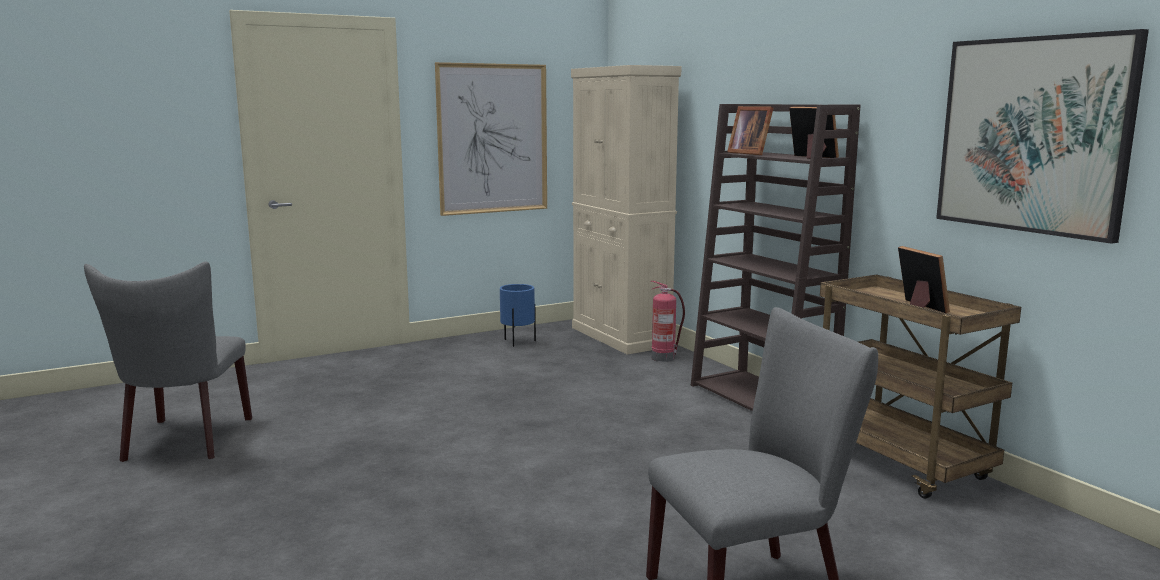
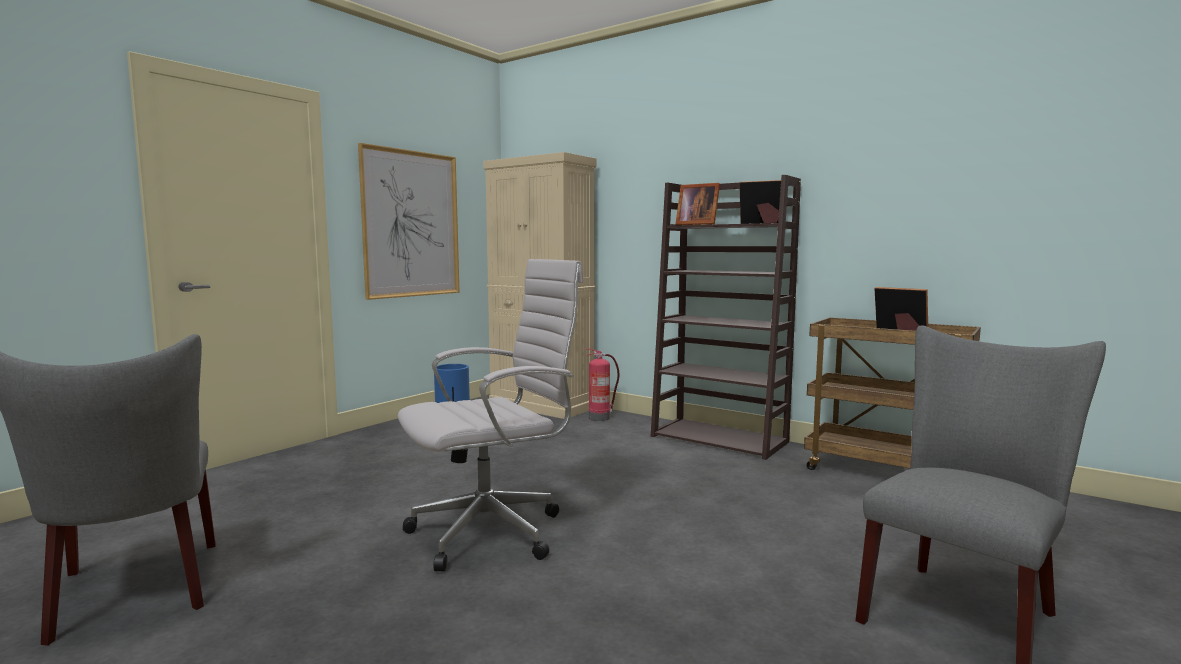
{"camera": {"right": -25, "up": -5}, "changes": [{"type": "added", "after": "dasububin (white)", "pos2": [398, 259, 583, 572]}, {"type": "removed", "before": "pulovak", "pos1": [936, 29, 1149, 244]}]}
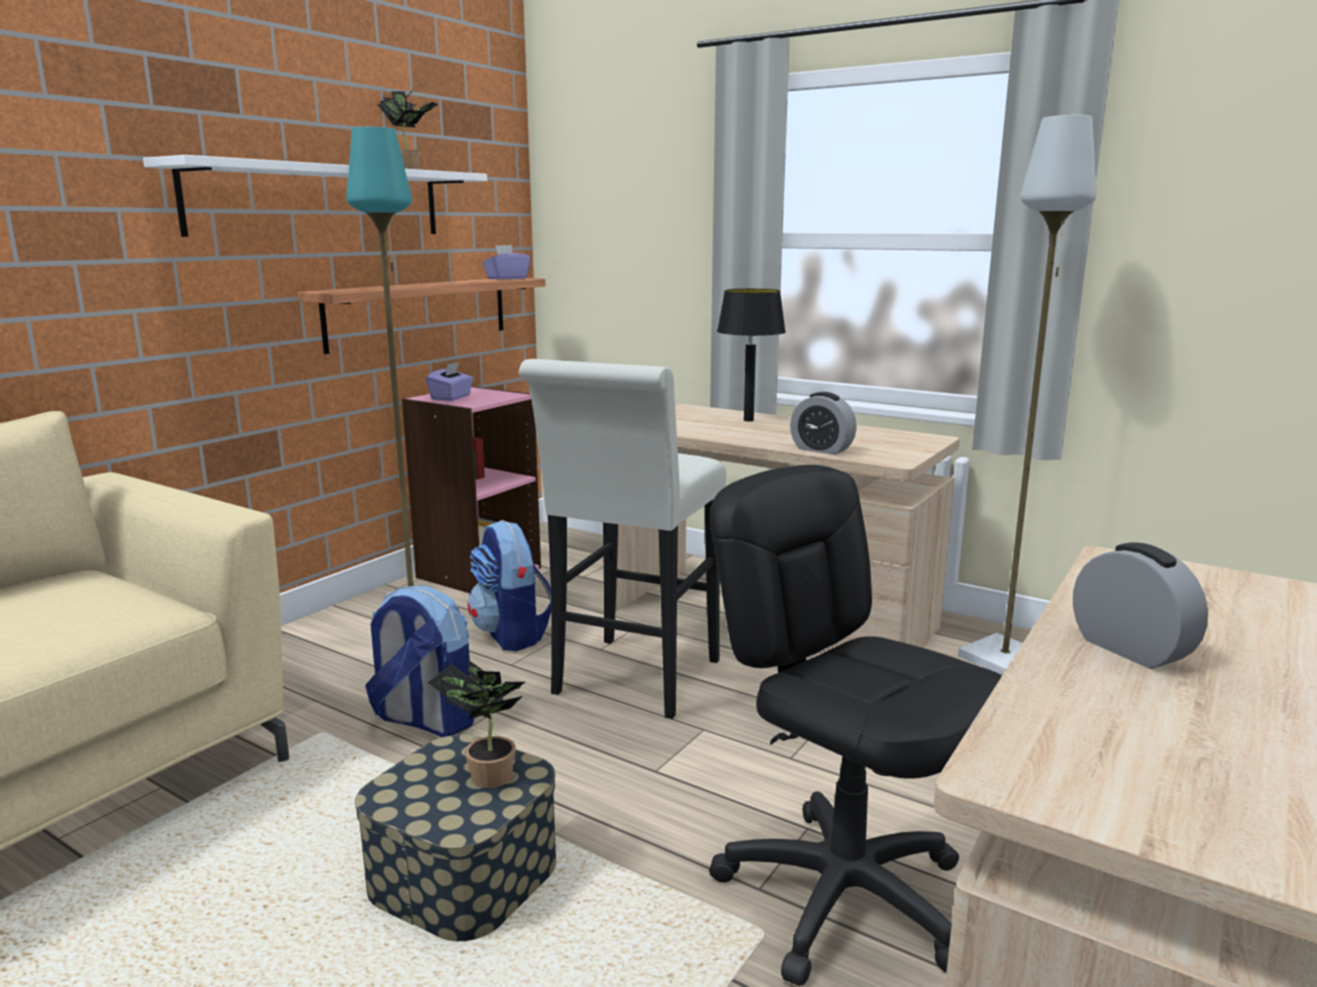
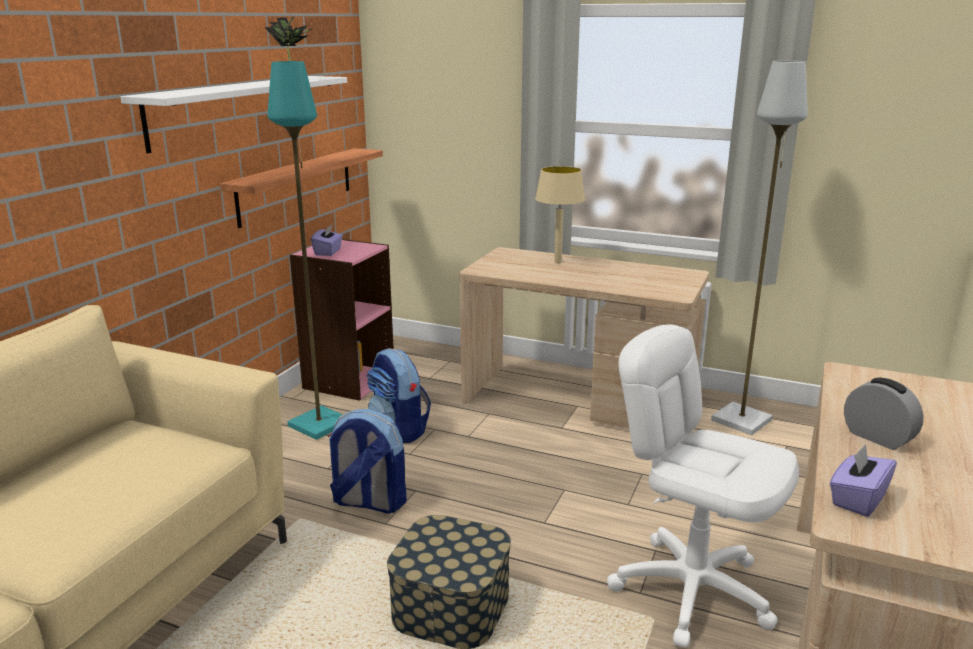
{"camera": {"right": -10, "up": 5}, "changes": [{"type": "recoloured", "before": "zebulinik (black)", "after": "zebulinik (beige)", "pos1": [717, 289, 786, 422], "pos2": [535, 166, 585, 263]}, {"type": "recoloured", "before": "dasububin (black)", "after": "dasububin (white)", "pos1": [709, 465, 1002, 986], "pos2": [607, 324, 799, 648]}, {"type": "moved", "before": "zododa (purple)", "pos1": [482, 245, 530, 280], "pos2": [830, 444, 897, 517]}, {"type": "removed", "before": "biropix", "pos1": [428, 660, 525, 788]}, {"type": "removed", "before": "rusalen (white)", "pos1": [519, 359, 726, 719]}, {"type": "removed", "before": "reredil", "pos1": [790, 392, 857, 455]}]}
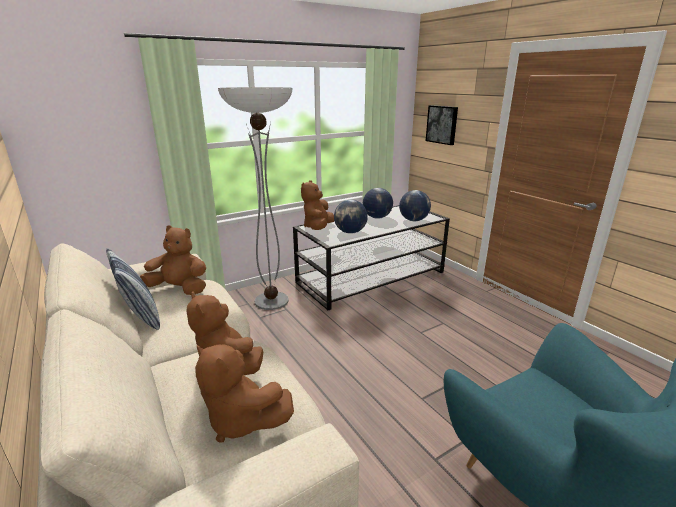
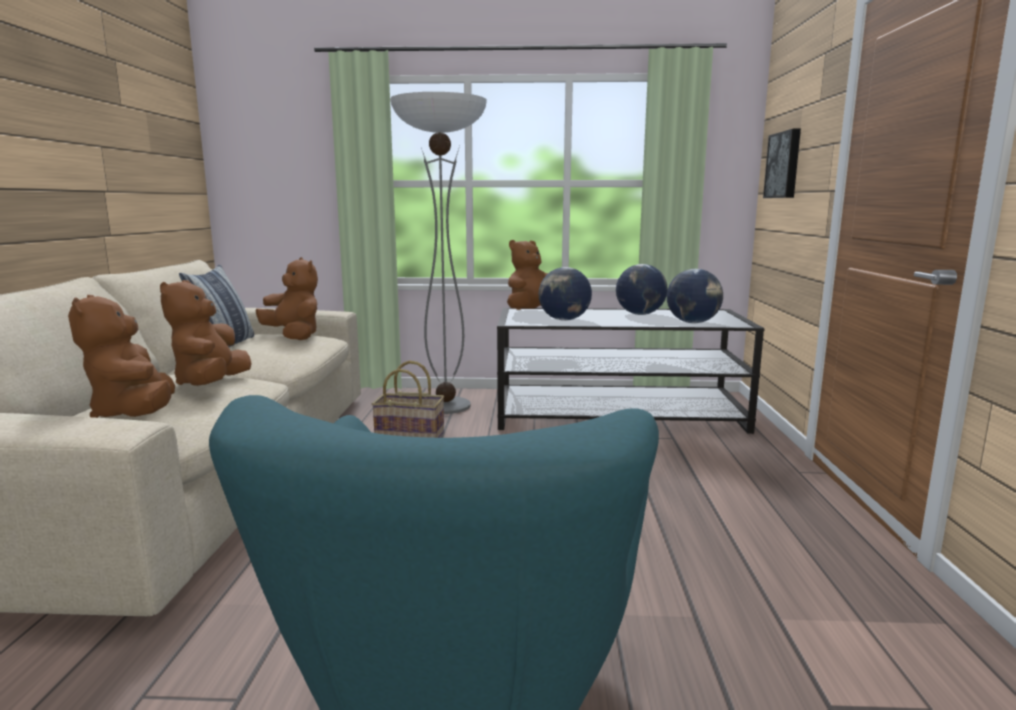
{"camera": {"right": 35, "up": -10}, "changes": [{"type": "added", "after": "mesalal", "pos2": [372, 360, 444, 438]}]}
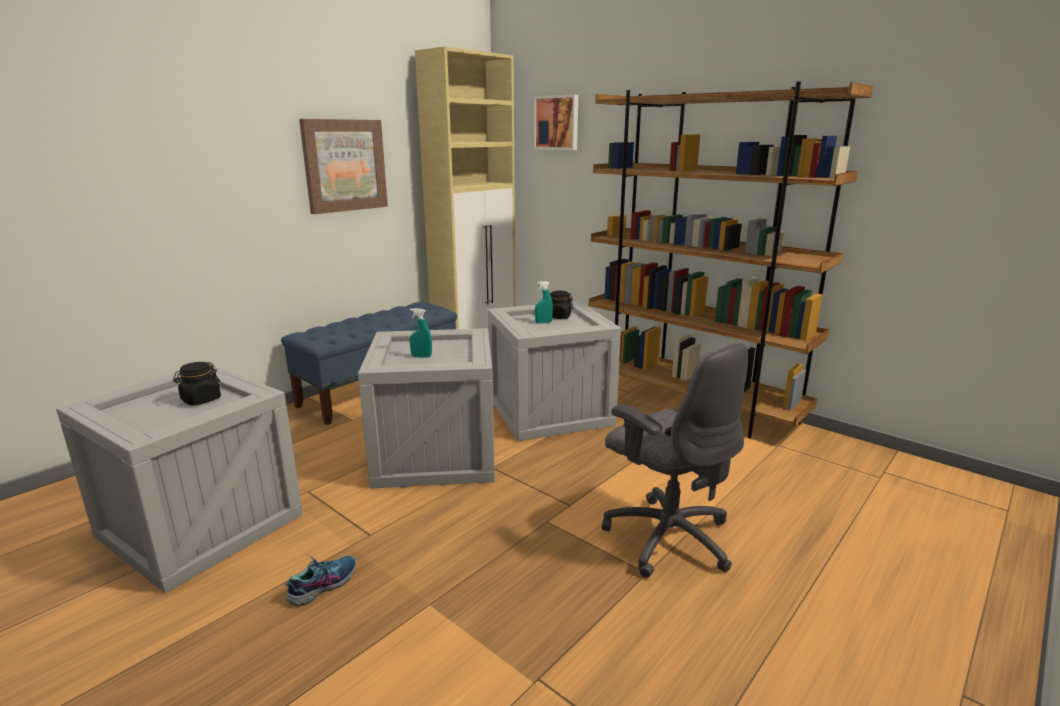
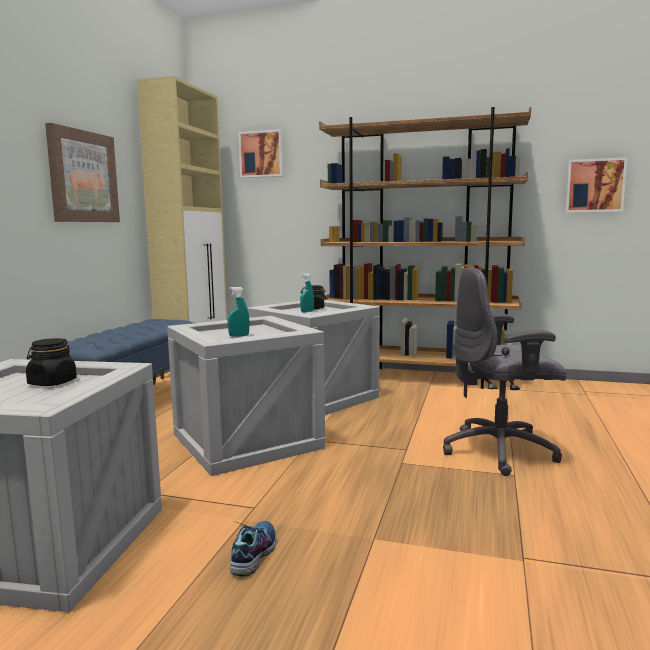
{"camera": {"right": -25, "up": -10}, "changes": [{"type": "turned", "before": "dasububin (grey)", "pos1": [602, 342, 748, 578], "pos2": [443, 267, 566, 476], "turn": 150}, {"type": "added", "after": "pulovak", "pos2": [565, 157, 627, 213]}]}
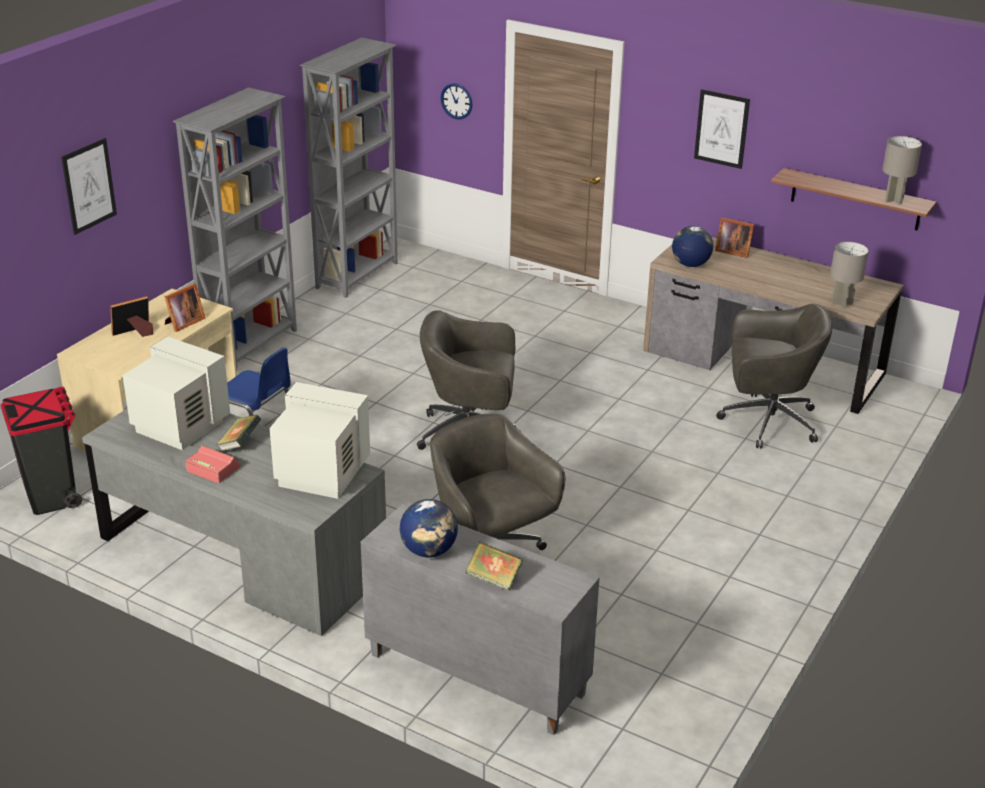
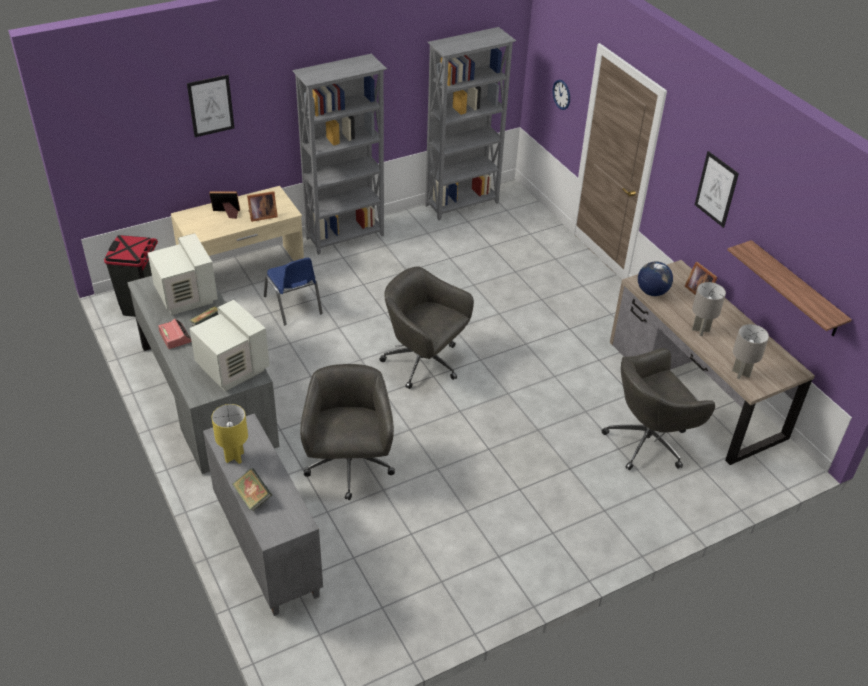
{"camera": {"right": 30, "up": 10}, "changes": [{"type": "replaced", "before": "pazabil", "after": "zebulinik (yellow)", "pos1": [400, 499, 458, 557], "pos2": [212, 404, 248, 464]}, {"type": "turned", "before": "dasububin (grey)", "pos1": [716, 303, 832, 449], "pos2": [602, 348, 715, 470], "turn": 120}, {"type": "moved", "before": "zebulinik (grey)", "pos1": [882, 136, 922, 205], "pos2": [692, 282, 726, 336]}]}
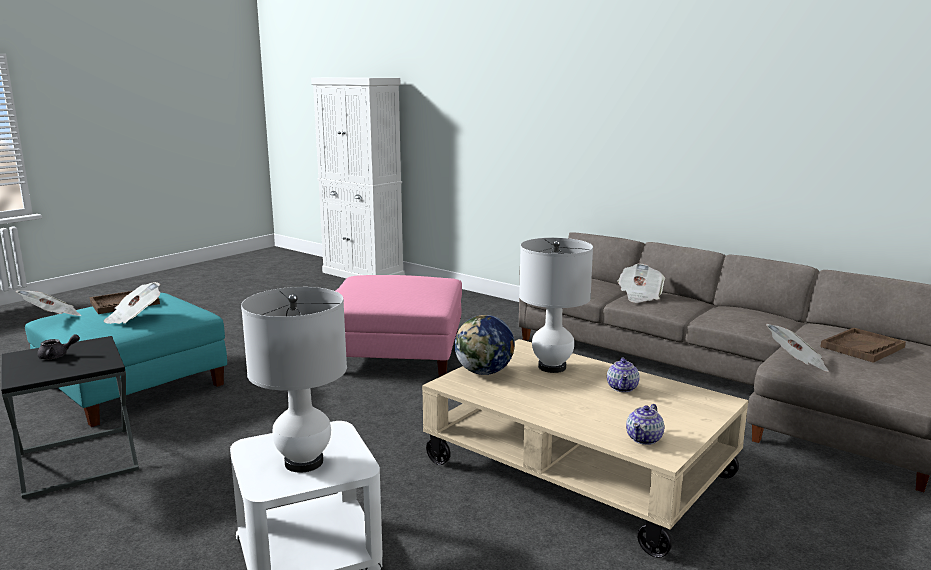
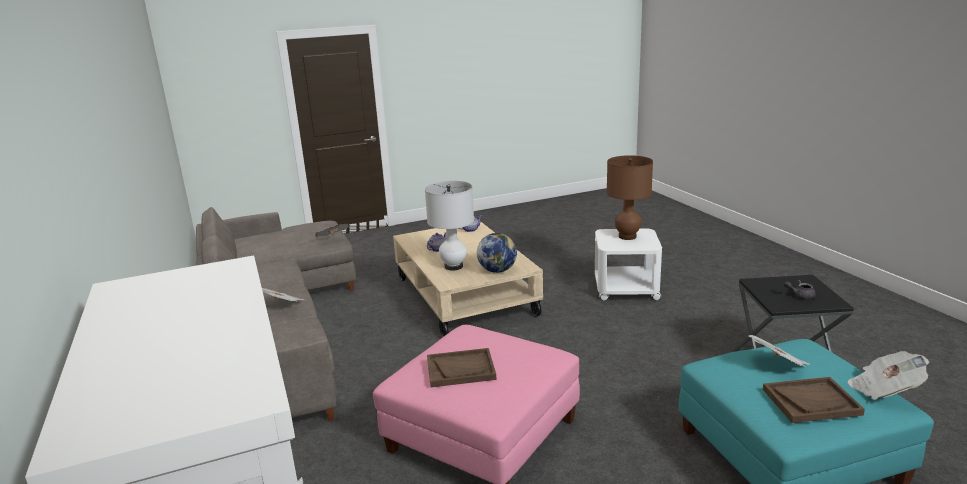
{"camera": {"right": -150, "up": 5}, "changes": [{"type": "moved", "before": "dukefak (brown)", "pos1": [820, 328, 906, 363], "pos2": [427, 348, 497, 387]}, {"type": "recoloured", "before": "zebulinik (white)", "after": "zebulinik (brown)", "pos1": [241, 287, 347, 473], "pos2": [607, 155, 653, 240]}]}
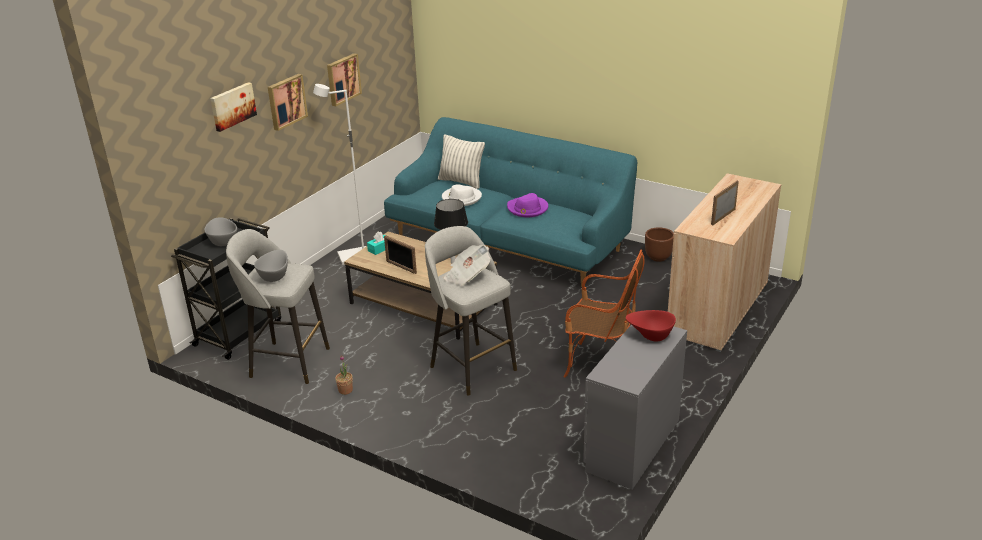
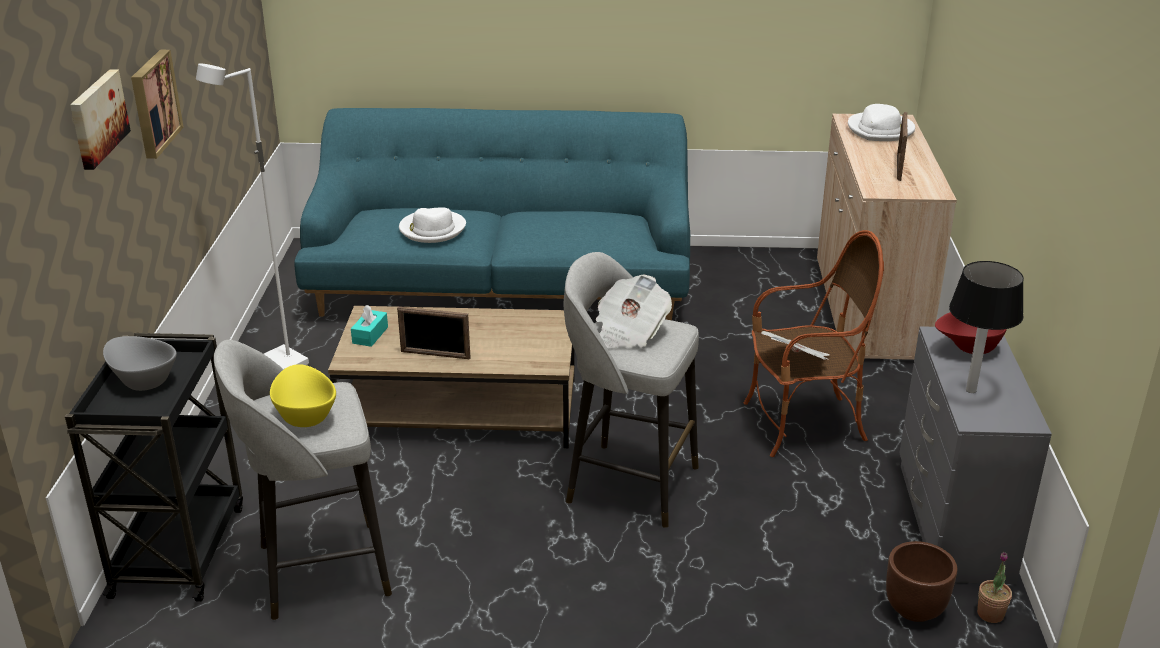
{"camera": {"right": -30, "up": 0}, "changes": [{"type": "recoloured", "before": "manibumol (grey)", "after": "manibumol (yellow)", "pos1": [254, 250, 288, 282], "pos2": [270, 364, 336, 427]}, {"type": "added", "after": "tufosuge", "pos2": [761, 331, 830, 360]}, {"type": "added", "after": "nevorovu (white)", "pos2": [848, 104, 915, 141]}, {"type": "moved", "before": "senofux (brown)", "pos1": [645, 227, 674, 262], "pos2": [886, 541, 957, 622]}, {"type": "moved", "before": "zebulinik", "pos1": [434, 199, 468, 263], "pos2": [949, 261, 1024, 393]}, {"type": "moved", "before": "biropix", "pos1": [335, 355, 353, 395], "pos2": [977, 552, 1012, 623]}, {"type": "removed", "before": "pulovak", "pos1": [327, 53, 362, 106]}, {"type": "removed", "before": "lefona", "pos1": [438, 134, 485, 189]}, {"type": "removed", "before": "nevorovu (purple)", "pos1": [507, 193, 548, 217]}]}
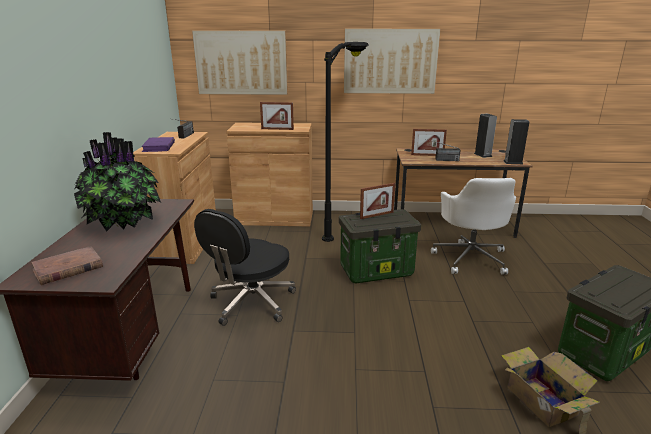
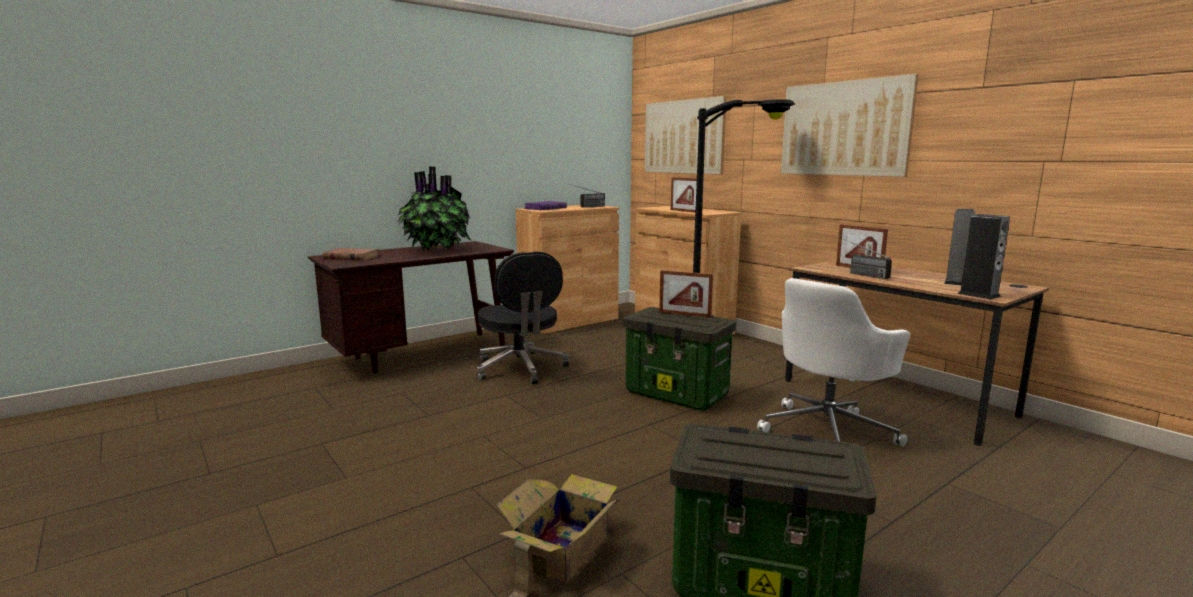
{"camera": {"right": 50, "up": -10}, "changes": [{"type": "turned", "before": "dasububin (black)", "pos1": [194, 209, 296, 326], "pos2": [477, 252, 569, 384], "turn": -105}]}
